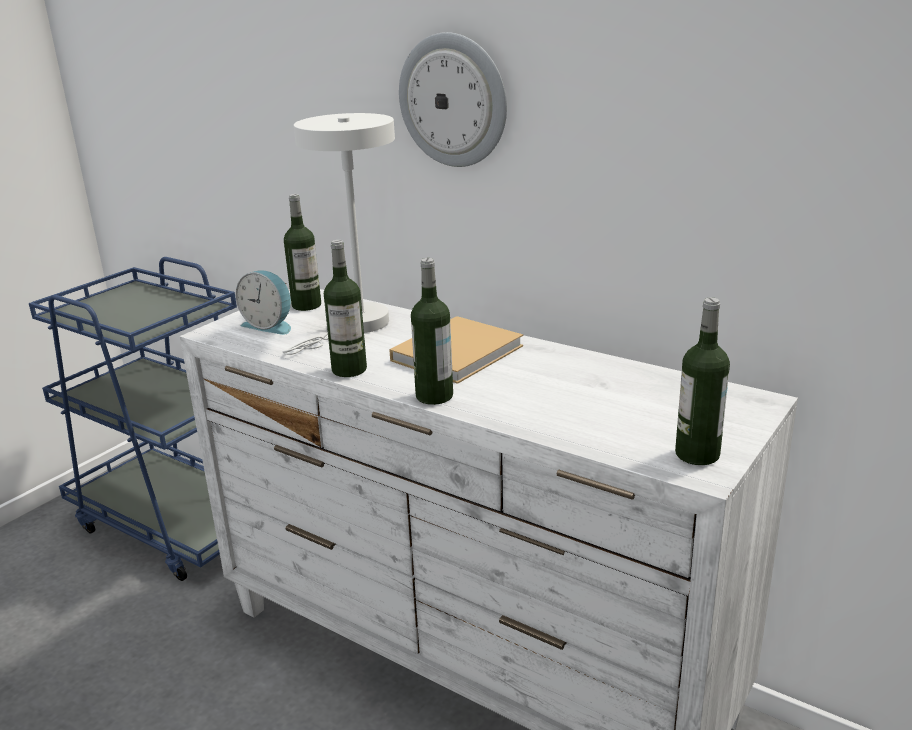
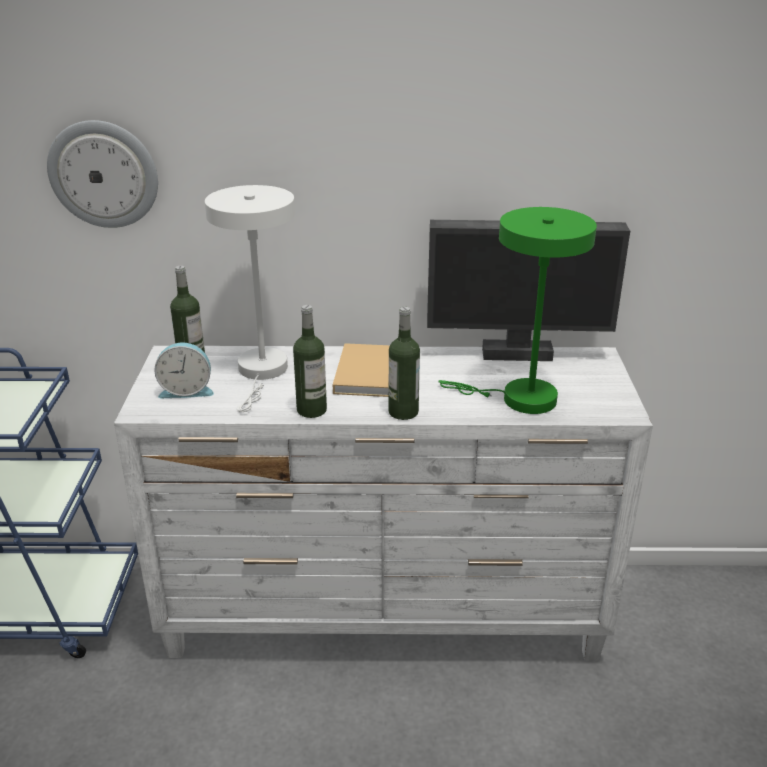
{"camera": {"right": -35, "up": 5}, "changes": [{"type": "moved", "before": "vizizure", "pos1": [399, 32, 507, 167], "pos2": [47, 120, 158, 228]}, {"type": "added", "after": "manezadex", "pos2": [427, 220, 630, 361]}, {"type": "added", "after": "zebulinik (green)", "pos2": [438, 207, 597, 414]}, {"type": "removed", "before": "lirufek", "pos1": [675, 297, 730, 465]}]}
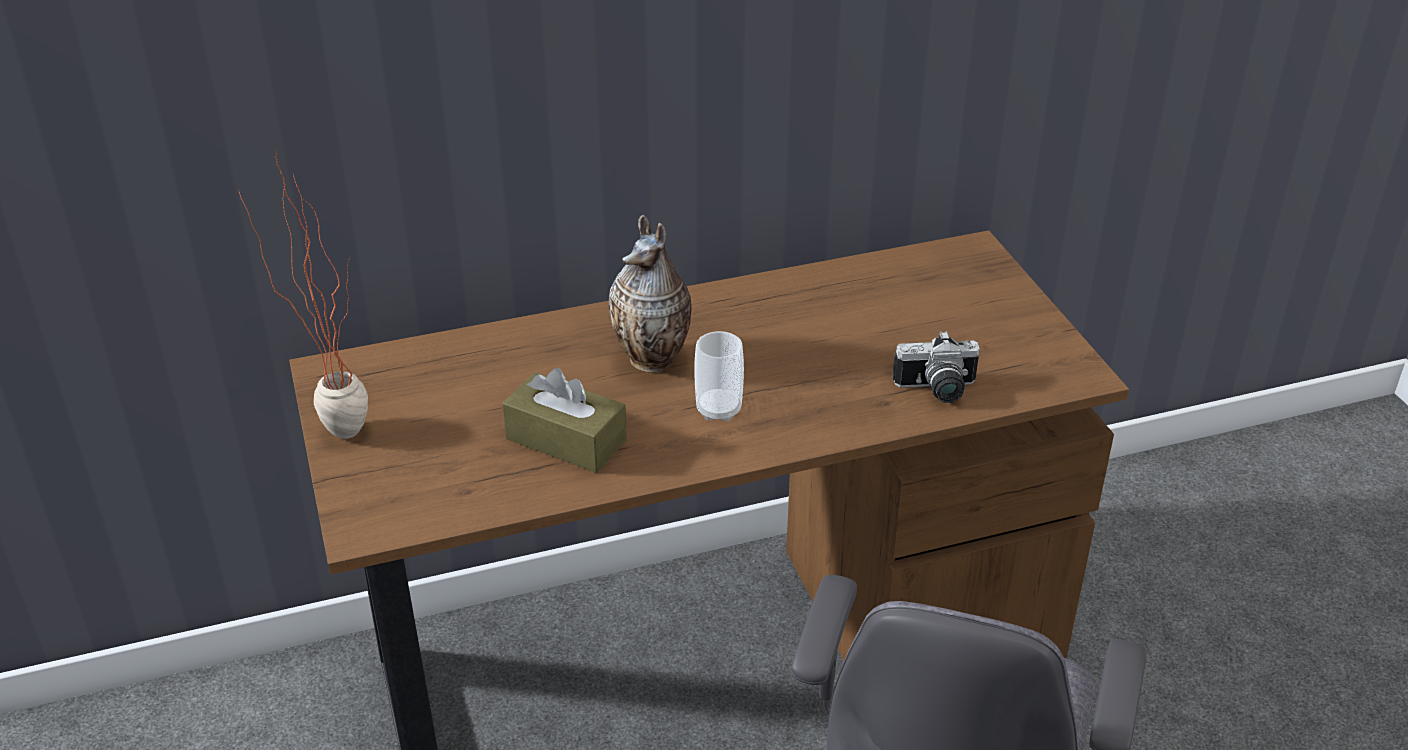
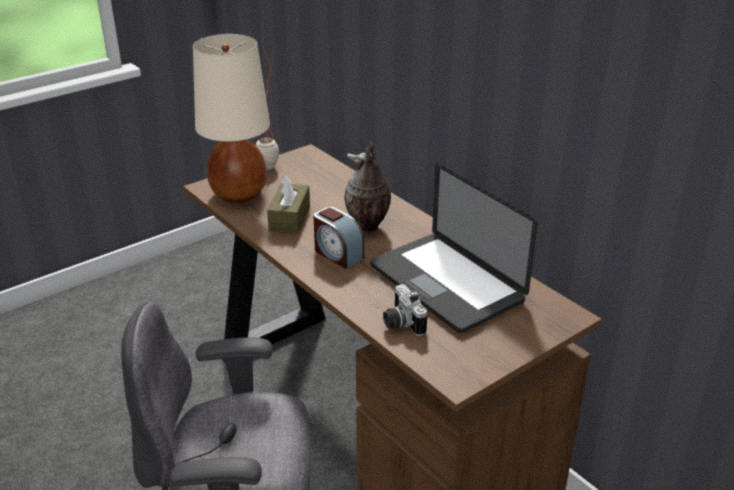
{"camera": {"right": 70, "up": -5}, "changes": [{"type": "added", "after": "zebulinik (beige)", "pos2": [193, 34, 270, 203]}, {"type": "replaced", "before": "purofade", "after": "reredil", "pos1": [694, 331, 744, 422], "pos2": [313, 207, 364, 269]}, {"type": "added", "after": "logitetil", "pos2": [370, 163, 538, 333]}]}
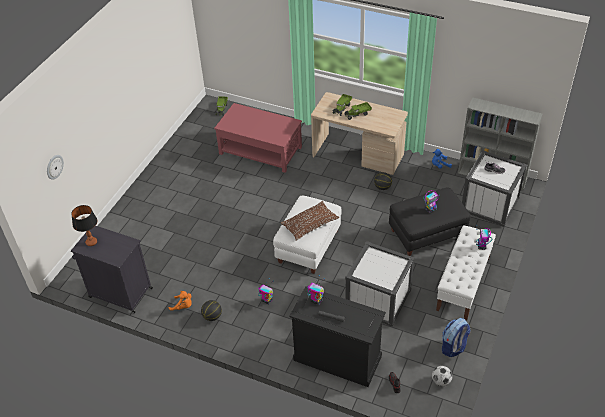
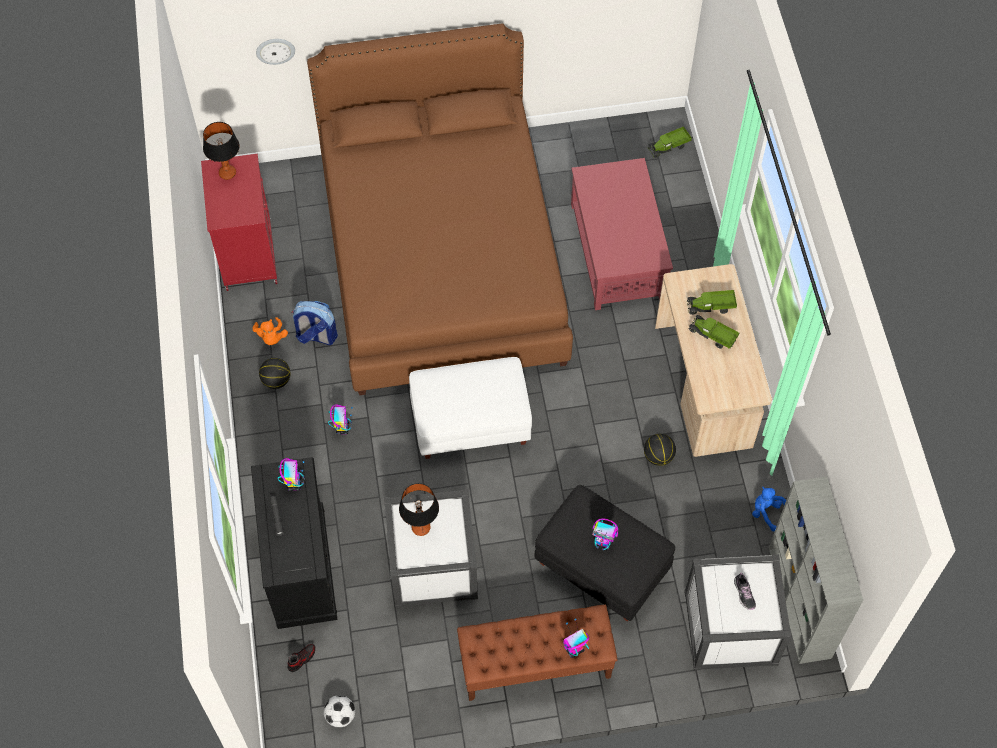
{"camera": {"right": 55, "up": 15}, "changes": [{"type": "recoloured", "before": "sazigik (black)", "after": "sazigik (red)", "pos1": [71, 226, 153, 313], "pos2": [201, 154, 278, 291]}, {"type": "moved", "before": "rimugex", "pos1": [442, 318, 470, 357], "pos2": [292, 301, 338, 345]}, {"type": "added", "after": "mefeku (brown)", "pos2": [307, 23, 573, 395]}, {"type": "added", "after": "zebulinik", "pos2": [399, 483, 439, 536]}, {"type": "recoloured", "before": "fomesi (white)", "after": "fomesi (brown)", "pos1": [436, 226, 496, 320], "pos2": [457, 605, 618, 701]}, {"type": "removed", "before": "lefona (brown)", "pos1": [281, 201, 339, 241]}]}
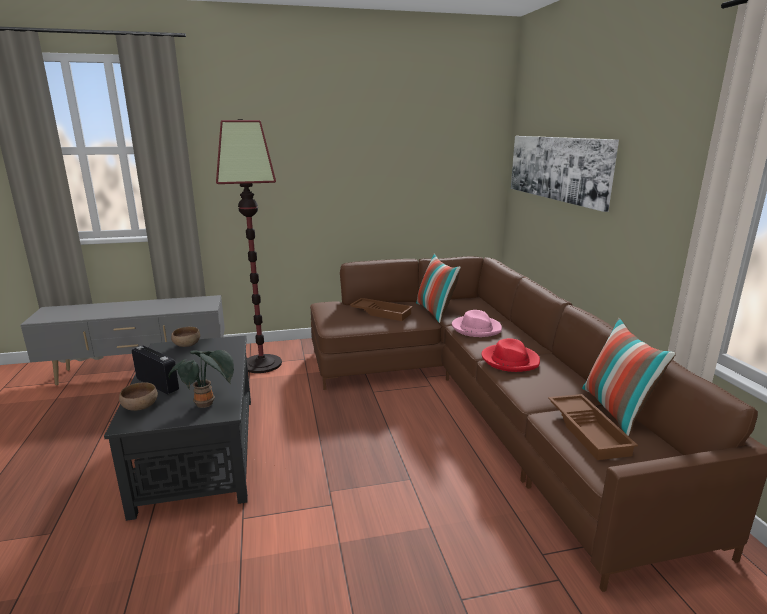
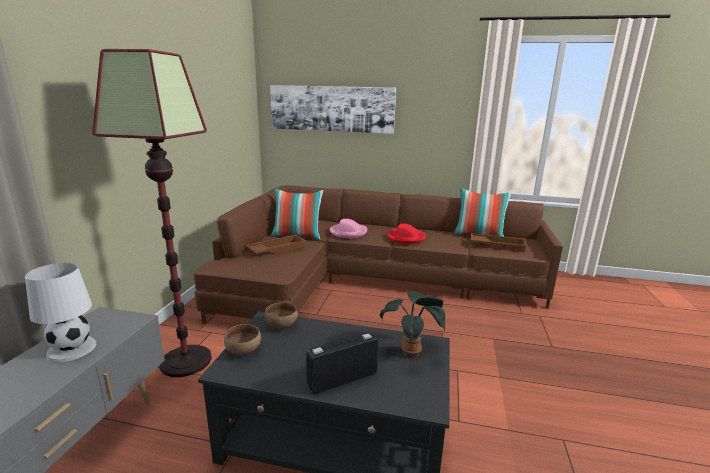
{"camera": {"right": -65, "up": 0}, "changes": [{"type": "added", "after": "zebulinik (white)", "pos2": [25, 263, 97, 362]}, {"type": "moved", "before": "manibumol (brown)", "pos1": [119, 382, 158, 411], "pos2": [265, 302, 298, 329]}]}
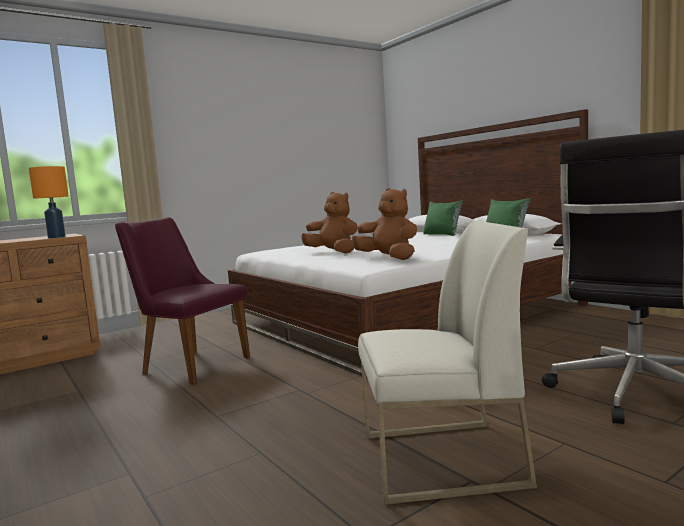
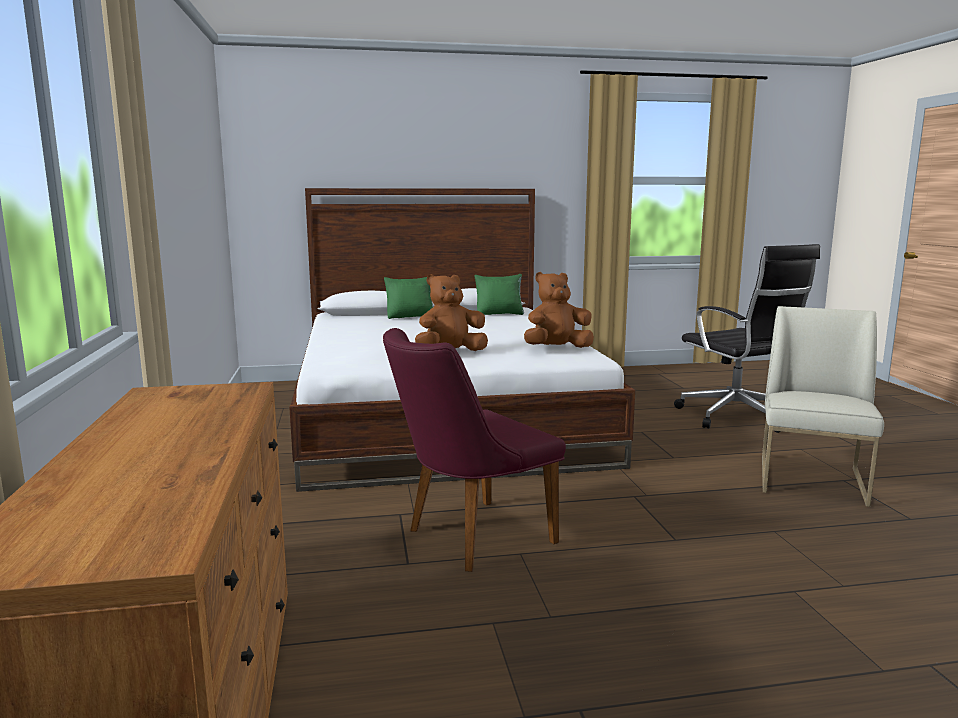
{"camera": {"right": -65, "up": 5}, "changes": [{"type": "removed", "before": "zebulinik (orange)", "pos1": [29, 166, 69, 238]}]}
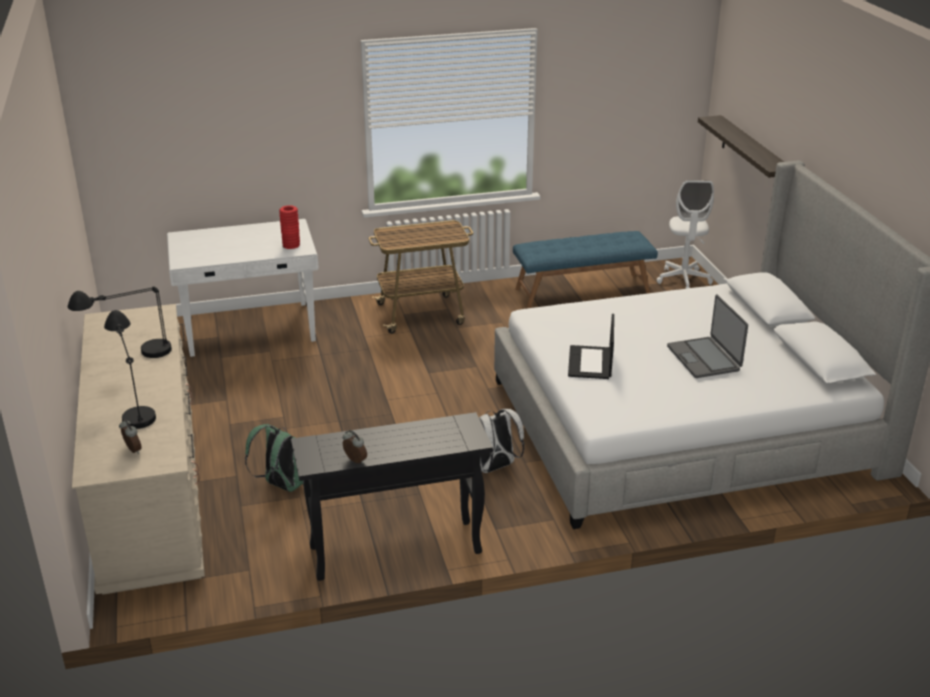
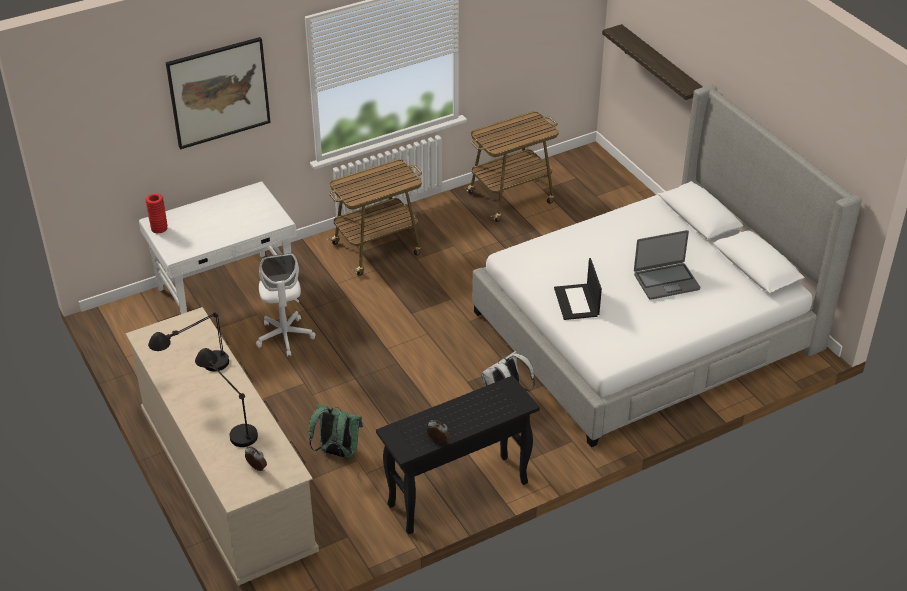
{"camera": {"right": -15, "up": 10}, "changes": [{"type": "moved", "before": "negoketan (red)", "pos1": [279, 205, 300, 249], "pos2": [146, 194, 167, 233]}, {"type": "added", "after": "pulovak", "pos2": [166, 37, 271, 149]}, {"type": "moved", "before": "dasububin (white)", "pos1": [657, 180, 714, 289], "pos2": [256, 253, 315, 357]}, {"type": "replaced", "before": "fomesi (blue)", "after": "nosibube", "pos1": [513, 231, 658, 308], "pos2": [464, 111, 559, 222]}, {"type": "turned", "before": "logitetil", "pos1": [667, 295, 748, 378], "pos2": [634, 230, 700, 300], "turn": -75}]}
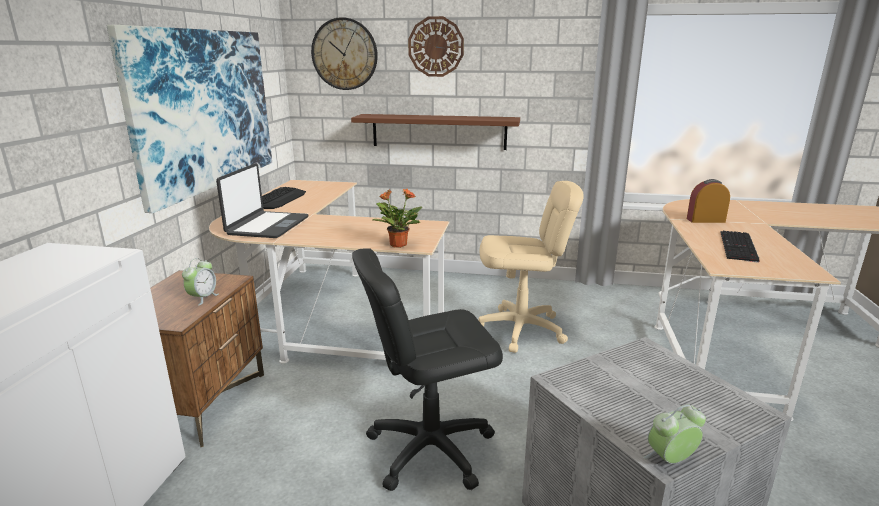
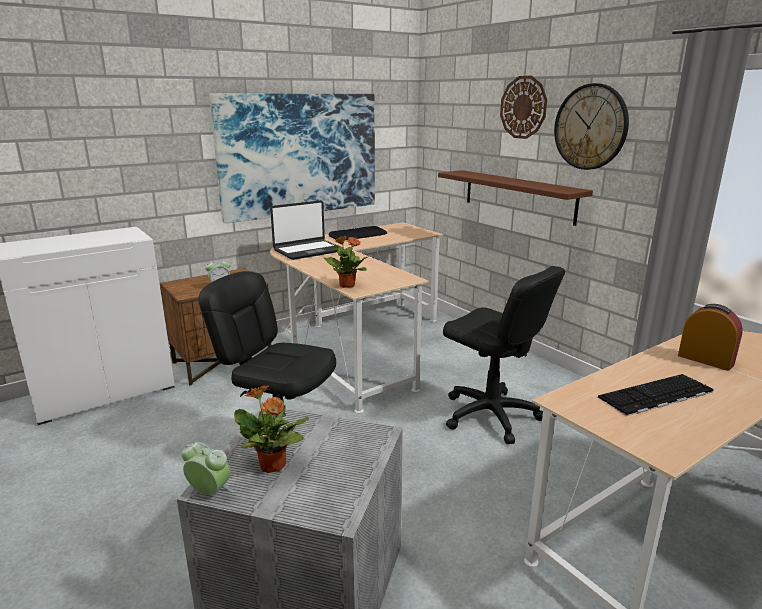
{"camera": {"right": 45, "up": 0}, "changes": [{"type": "added", "after": "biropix", "pos2": [234, 385, 309, 473]}, {"type": "recoloured", "before": "dasububin (beige)", "after": "dasububin (black)", "pos1": [478, 181, 583, 353], "pos2": [443, 266, 565, 444]}, {"type": "moved", "before": "vizizure", "pos1": [311, 17, 378, 90], "pos2": [554, 83, 629, 170]}]}
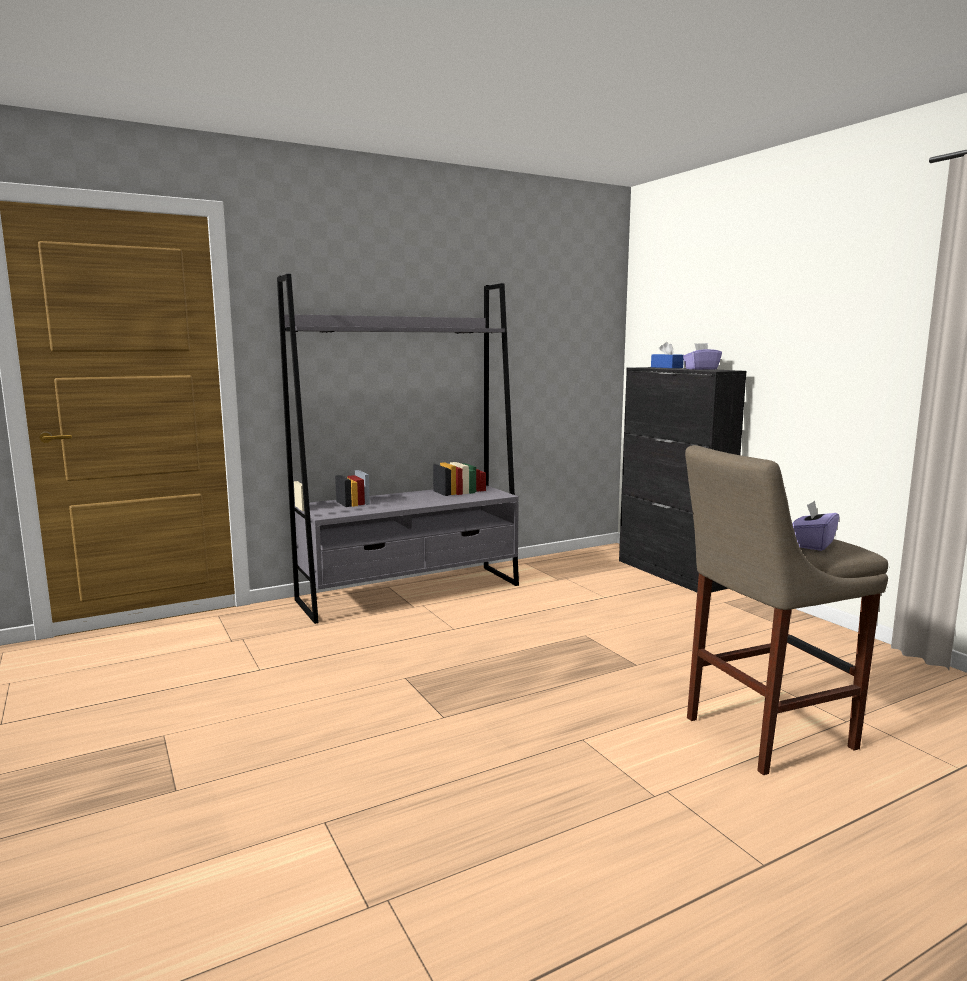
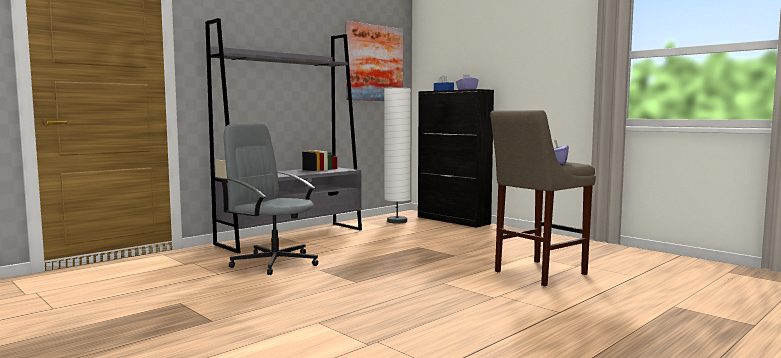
{"camera": {"right": -15, "up": -5}, "changes": [{"type": "added", "after": "dasububin (grey)", "pos2": [221, 123, 319, 275]}, {"type": "added", "after": "pulovak", "pos2": [346, 21, 403, 101]}, {"type": "added", "after": "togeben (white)", "pos2": [384, 88, 411, 224]}]}
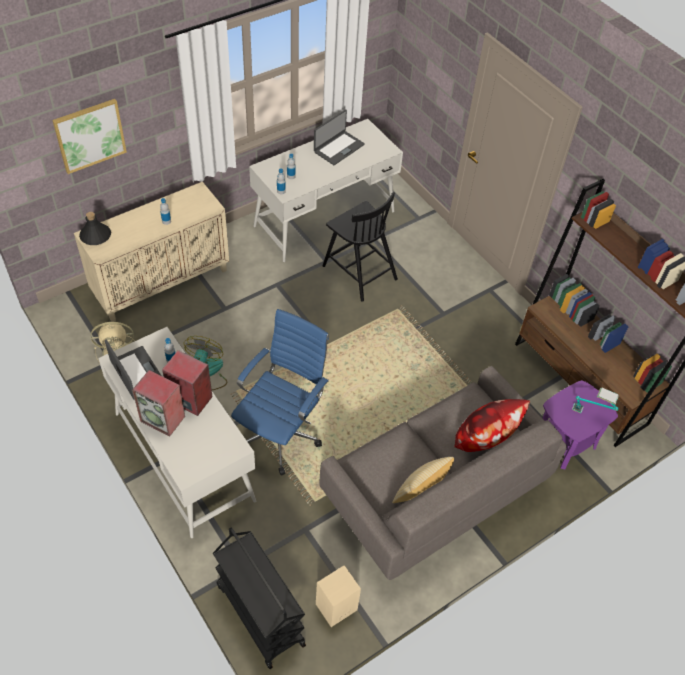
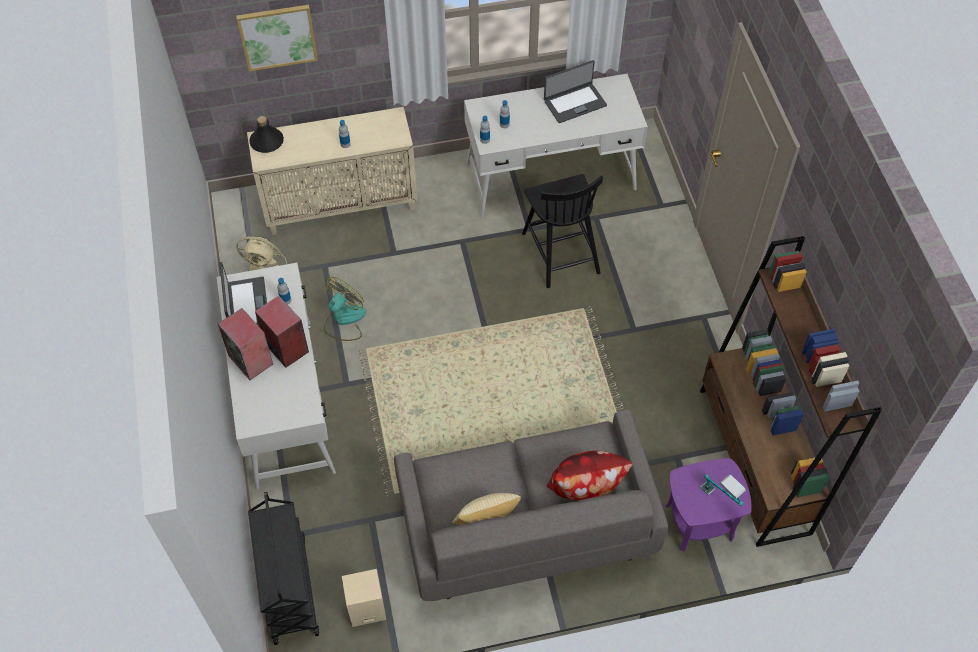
{"camera": {"right": 25, "up": 5}, "changes": [{"type": "removed", "before": "dasububin (blue)", "pos1": [231, 309, 329, 476]}]}
